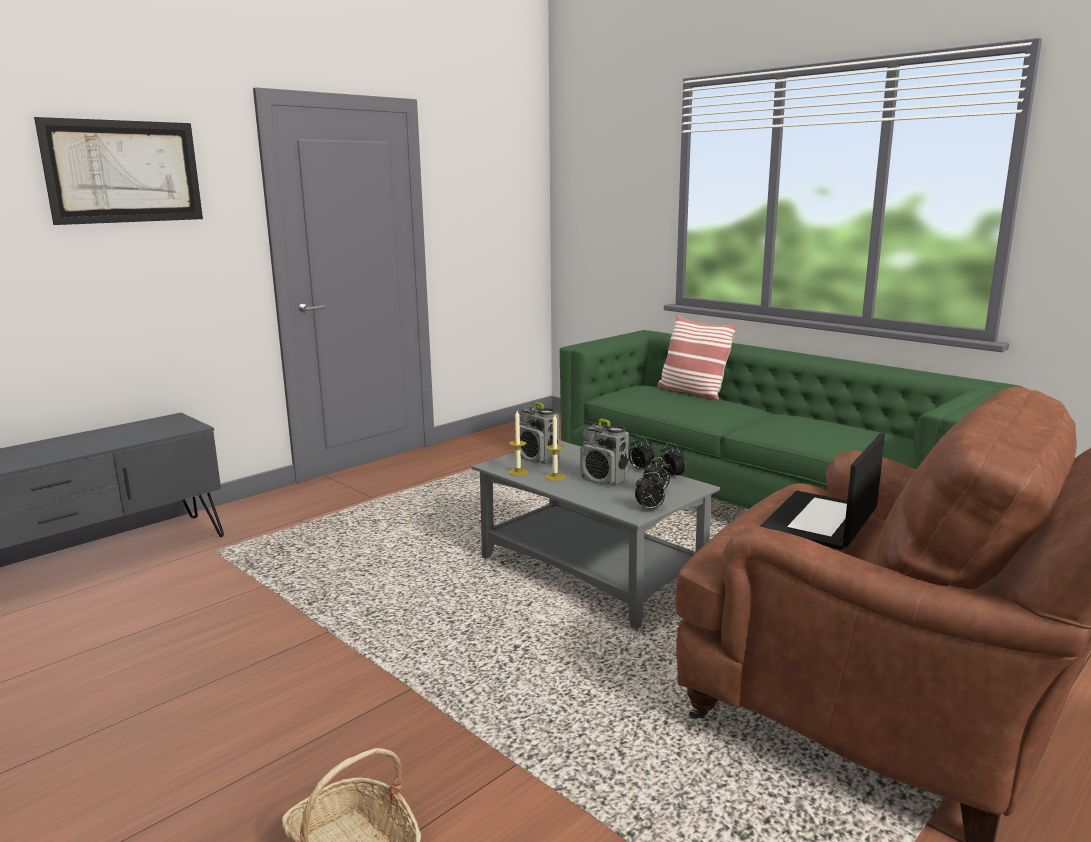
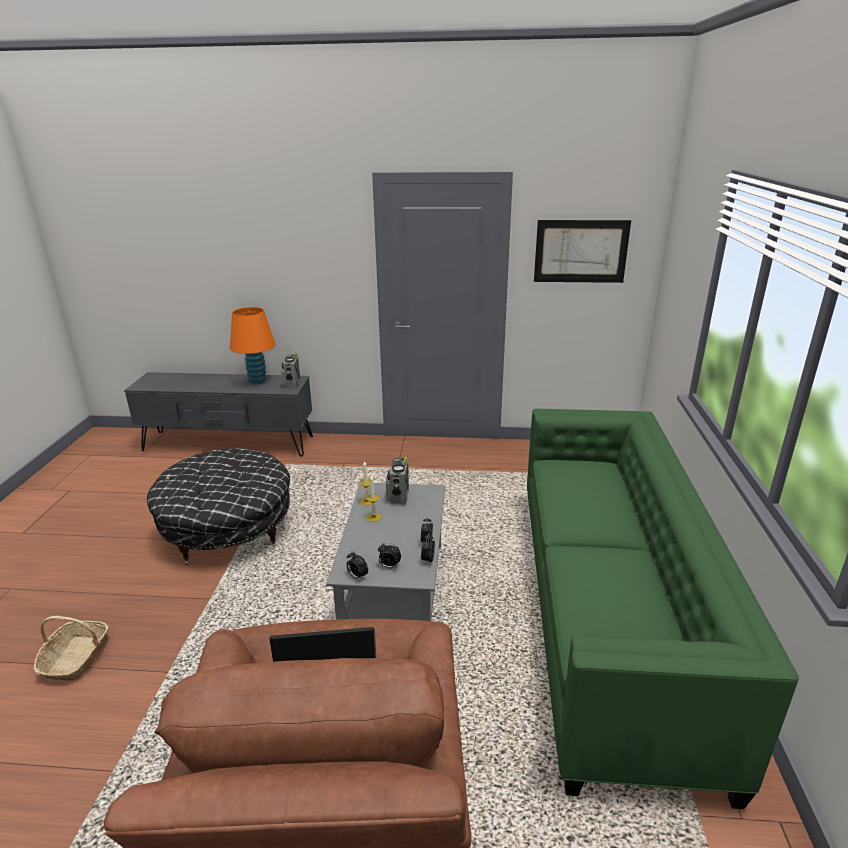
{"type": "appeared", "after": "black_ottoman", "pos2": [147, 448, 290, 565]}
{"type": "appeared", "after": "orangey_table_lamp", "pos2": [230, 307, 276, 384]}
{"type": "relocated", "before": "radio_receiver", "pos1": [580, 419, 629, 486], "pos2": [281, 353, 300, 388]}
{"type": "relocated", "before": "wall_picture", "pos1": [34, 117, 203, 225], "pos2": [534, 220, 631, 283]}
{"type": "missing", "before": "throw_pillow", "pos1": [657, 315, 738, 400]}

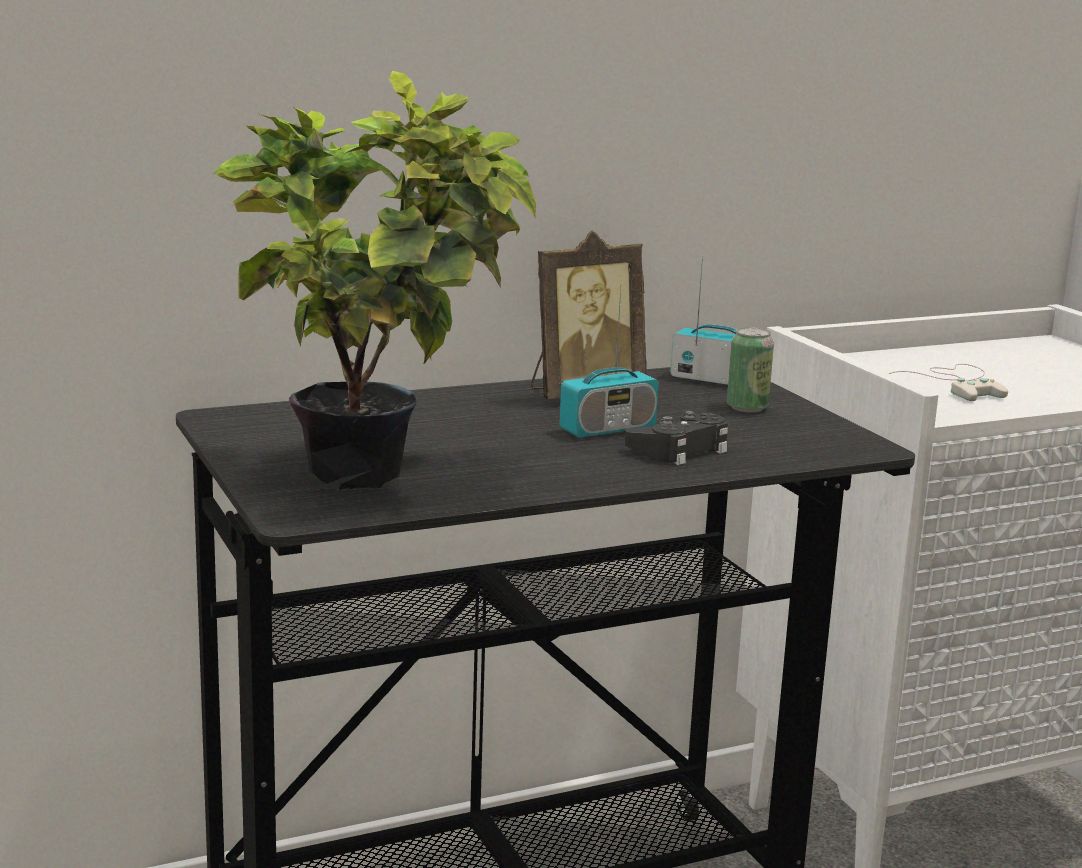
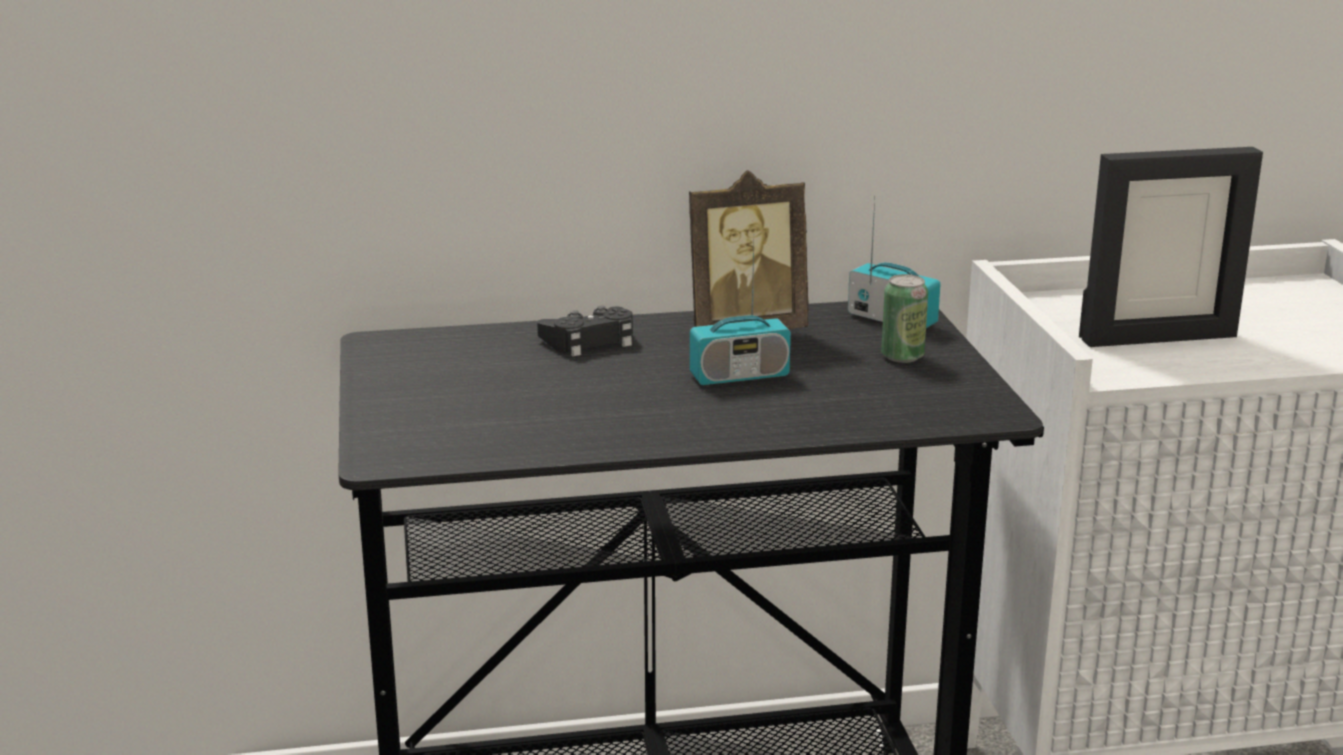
{"type": "relocated", "before": "black_game_controller", "pos1": [625, 411, 728, 465], "pos2": [537, 306, 633, 357]}
{"type": "exchanged", "before": "white_game_controller", "after": "photo_frame", "pos1": [888, 364, 1008, 401], "pos2": [1079, 147, 1263, 347]}
{"type": "missing", "before": "plant_in_a_pot", "pos1": [213, 71, 536, 490]}

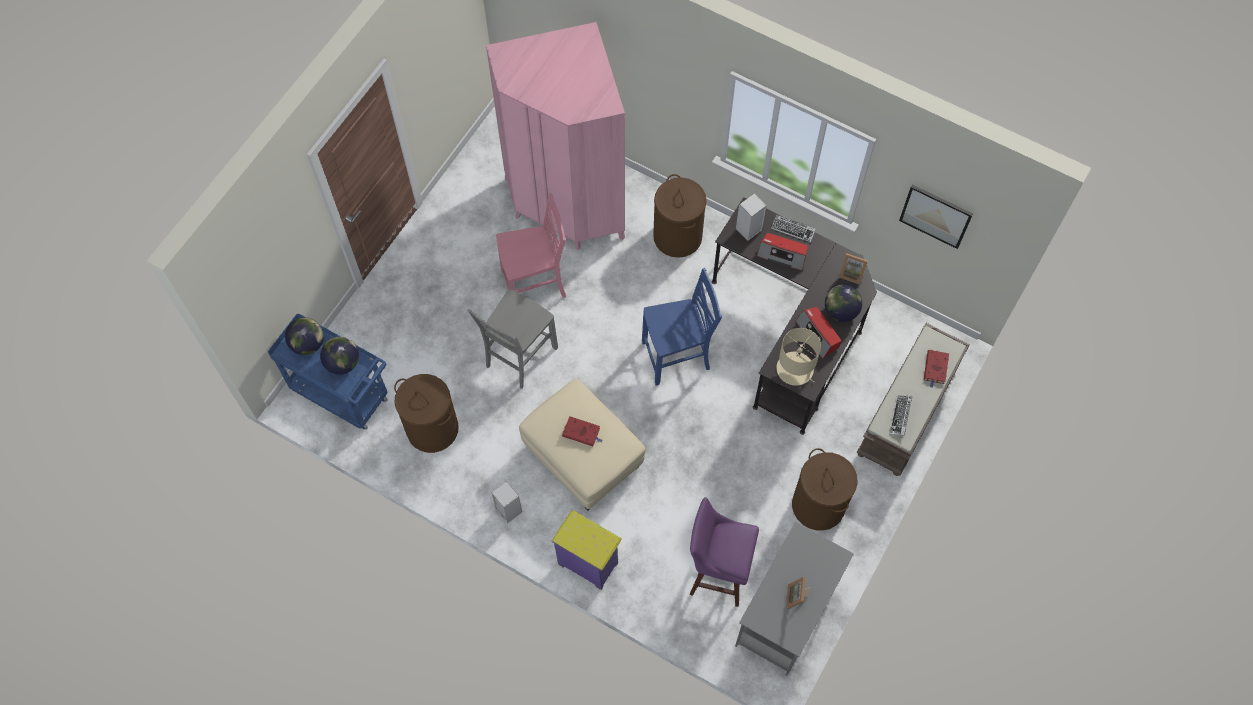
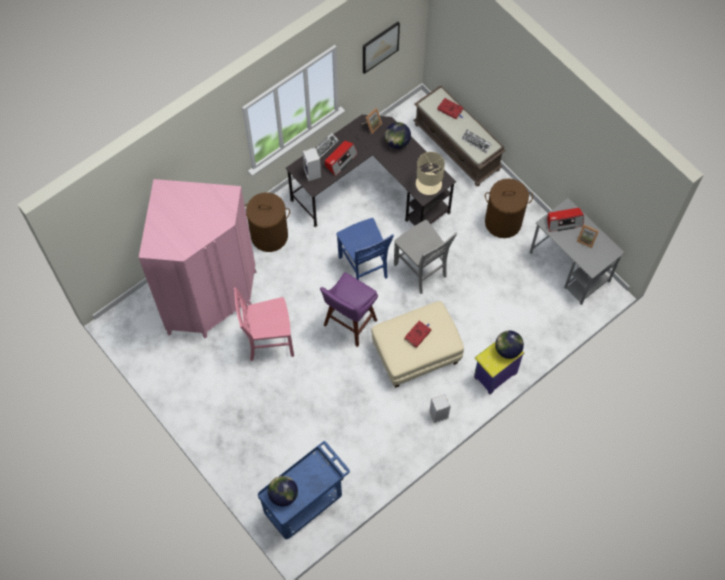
{"type": "spun", "before": "pink_upright_chair", "pos1": [496, 193, 566, 298], "pos2": [234, 288, 294, 361], "turn": -105}
{"type": "relocated", "before": "purplish_sitting_stool", "pos1": [690, 497, 759, 607], "pos2": [320, 272, 378, 347]}
{"type": "spun", "before": "blue-coloured_upright_chair", "pos1": [642, 268, 722, 385], "pos2": [336, 218, 394, 280], "turn": 150}
{"type": "relocated", "before": "greyish_upright_chair", "pos1": [468, 289, 558, 389], "pos2": [394, 220, 457, 294]}
{"type": "relocated", "before": "desk_globe", "pos1": [320, 337, 359, 375], "pos2": [495, 331, 524, 359]}
{"type": "relocated", "before": "radio_receiver", "pos1": [796, 307, 842, 359], "pos2": [547, 208, 584, 232]}
{"type": "missing", "before": "brown-coloured_laundry_basket", "pos1": [394, 374, 459, 453]}

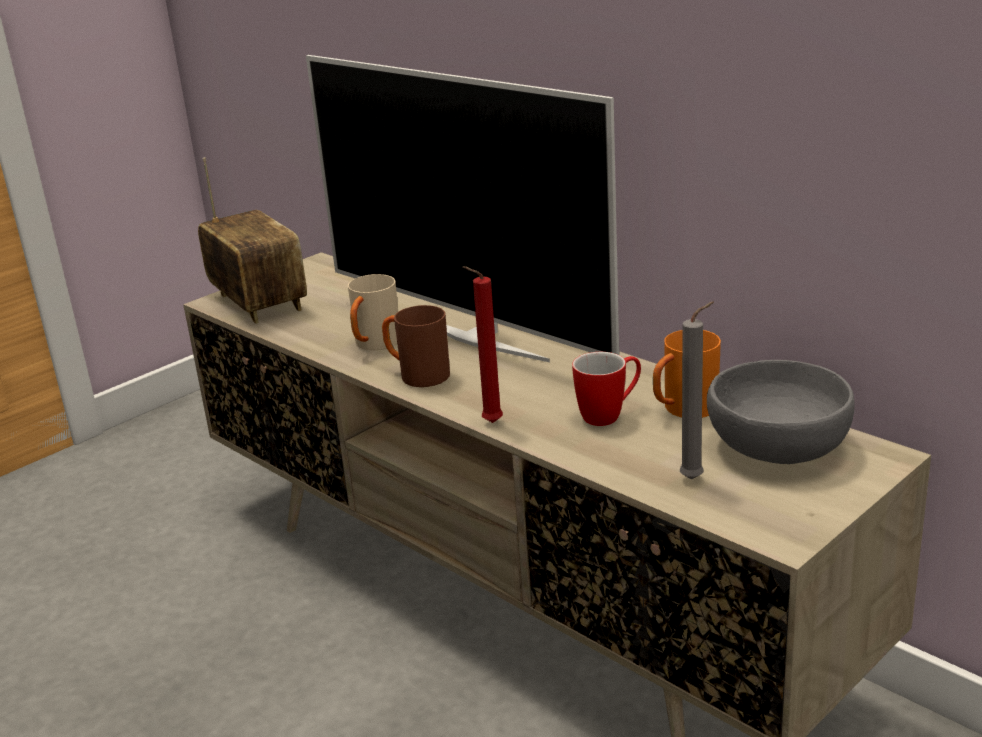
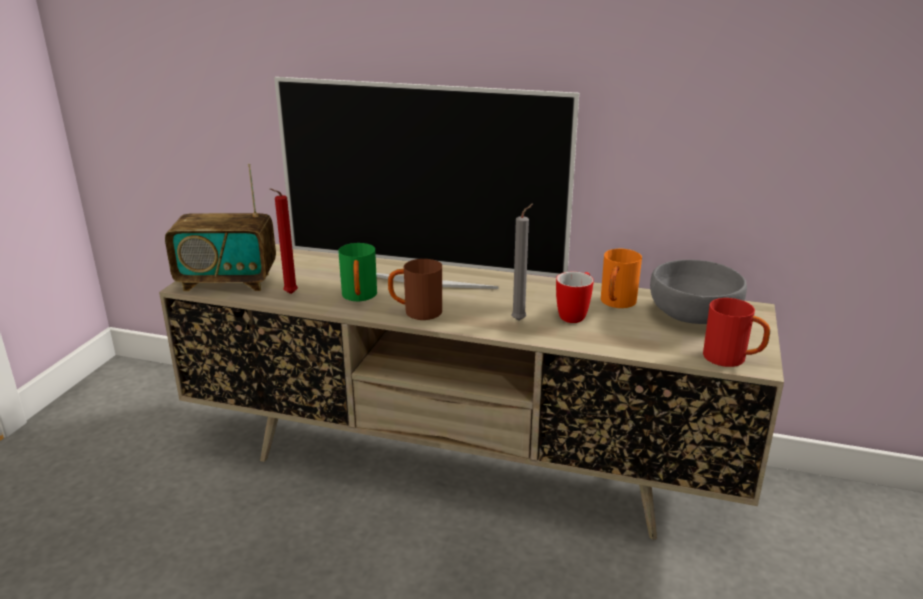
{"type": "spun", "before": "radio_receiver", "pos1": [198, 158, 307, 324], "pos2": [165, 164, 276, 291], "turn": 150}
{"type": "relocated", "before": "red_wax_light", "pos1": [463, 266, 503, 423], "pos2": [270, 188, 298, 294]}
{"type": "colour", "before": "sand-coloured_coffee_mug", "after": "green-coloured_coffee_mug", "pos1": [348, 274, 398, 350], "pos2": [338, 243, 377, 301]}
{"type": "relocated", "before": "greyish_wax_light", "pos1": [680, 302, 714, 479], "pos2": [511, 204, 533, 321]}
{"type": "appeared", "after": "red_coffee_mug", "pos2": [703, 298, 770, 367]}

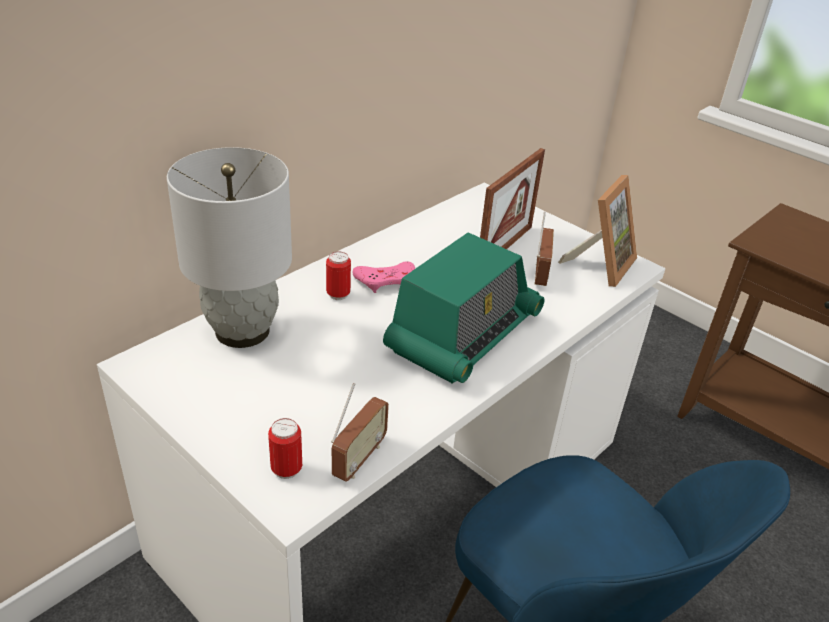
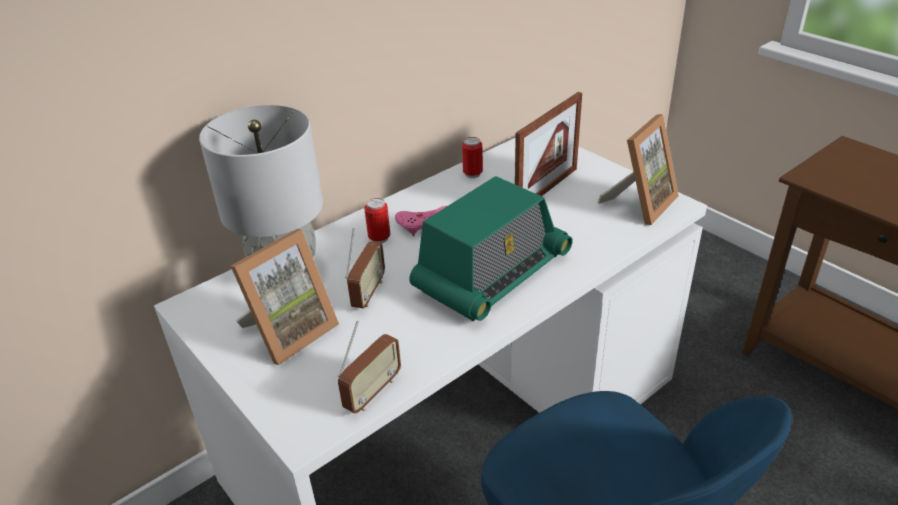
{"type": "appeared", "after": "photo_frame", "pos2": [231, 229, 339, 365]}
{"type": "relocated", "before": "radio_receiver", "pos1": [534, 212, 554, 286], "pos2": [346, 228, 385, 308]}
{"type": "relocated", "before": "sealed_can", "pos1": [268, 418, 302, 479], "pos2": [462, 137, 483, 178]}

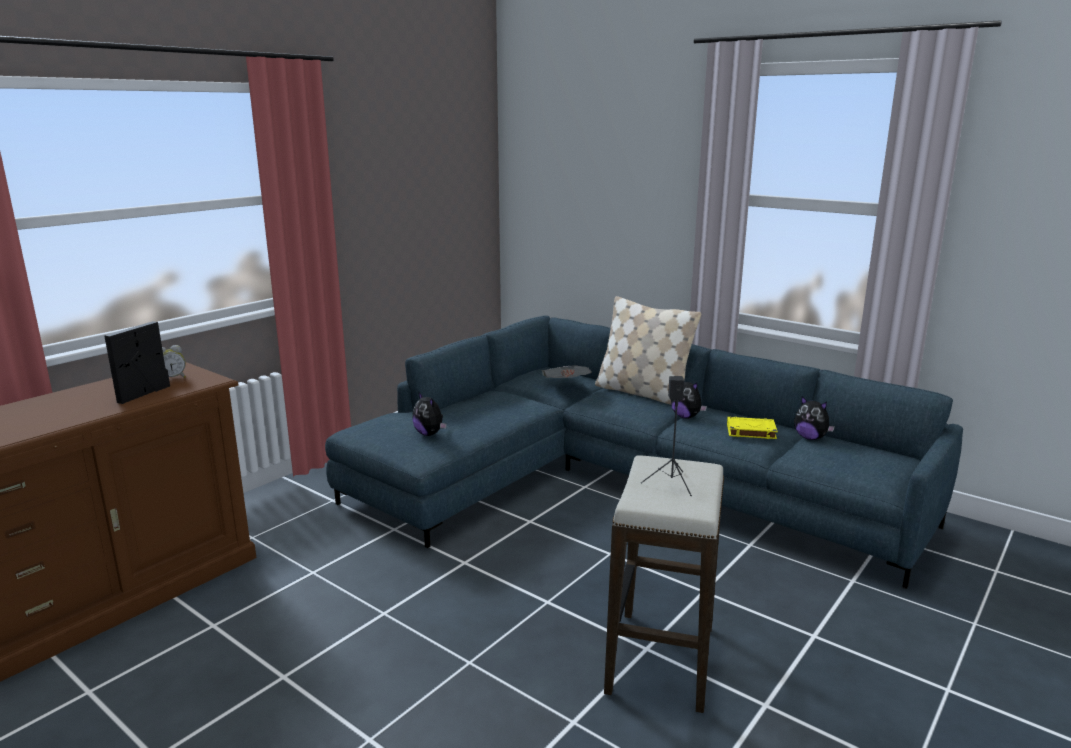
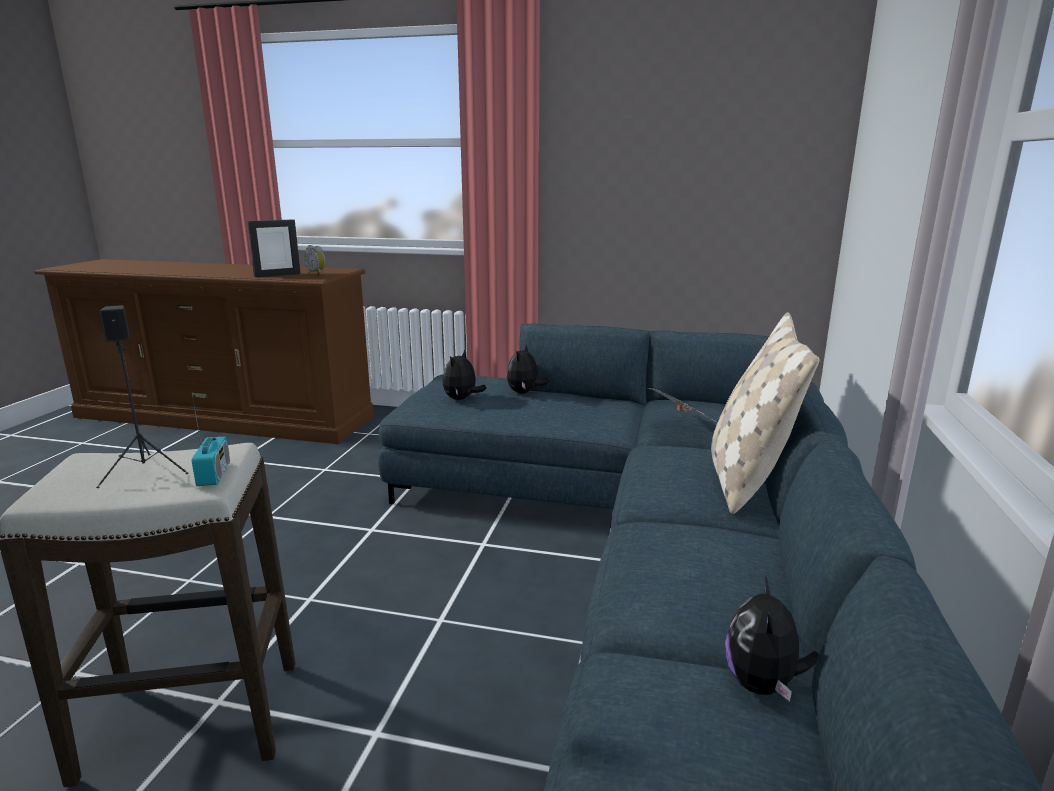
{"type": "appeared", "after": "radio_receiver", "pos2": [192, 395, 230, 486]}
{"type": "spun", "before": "photo_frame", "pos1": [104, 321, 170, 404], "pos2": [247, 219, 301, 277], "turn": 150}
{"type": "relocated", "before": "cuddly_toy", "pos1": [671, 382, 707, 419], "pos2": [507, 345, 549, 394]}
{"type": "missing", "before": "yellow_volume", "pos1": [727, 417, 778, 439]}

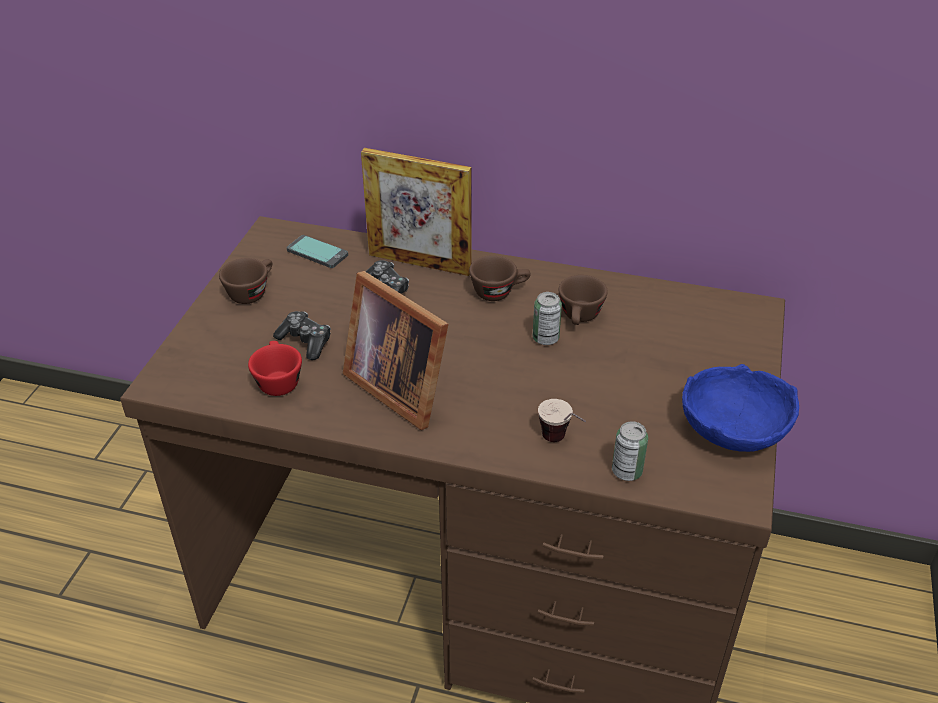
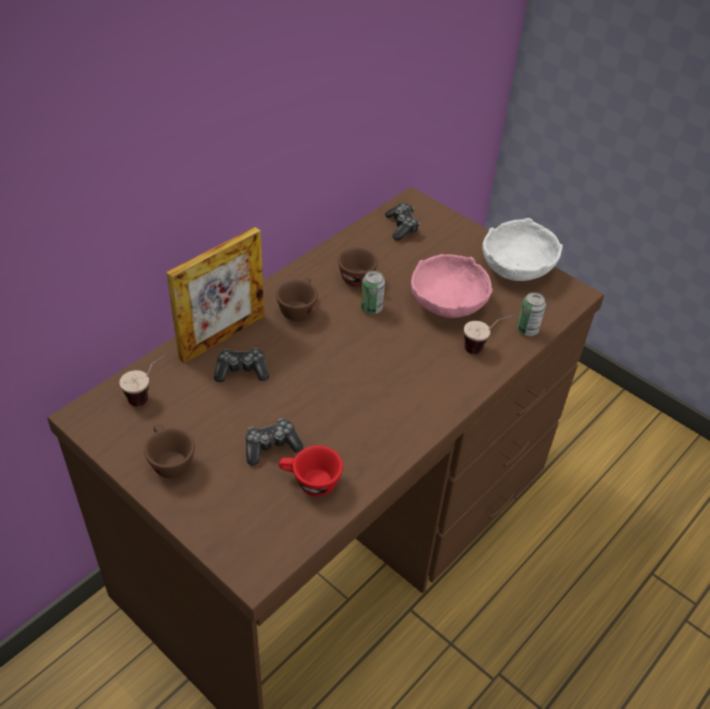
{"type": "exchanged", "before": "handset", "after": "small_cup", "pos1": [286, 235, 348, 268], "pos2": [119, 353, 168, 406]}
{"type": "appeared", "after": "game_controller", "pos2": [385, 203, 420, 240]}
{"type": "appeared", "after": "pink_serving_bowl", "pos2": [411, 254, 493, 318]}
{"type": "colour", "before": "blue-coloured_serving_bowl", "after": "white_serving_bowl", "pos1": [682, 364, 799, 452], "pos2": [482, 218, 563, 281]}
{"type": "missing", "before": "photo_frame", "pos1": [343, 271, 449, 430]}

